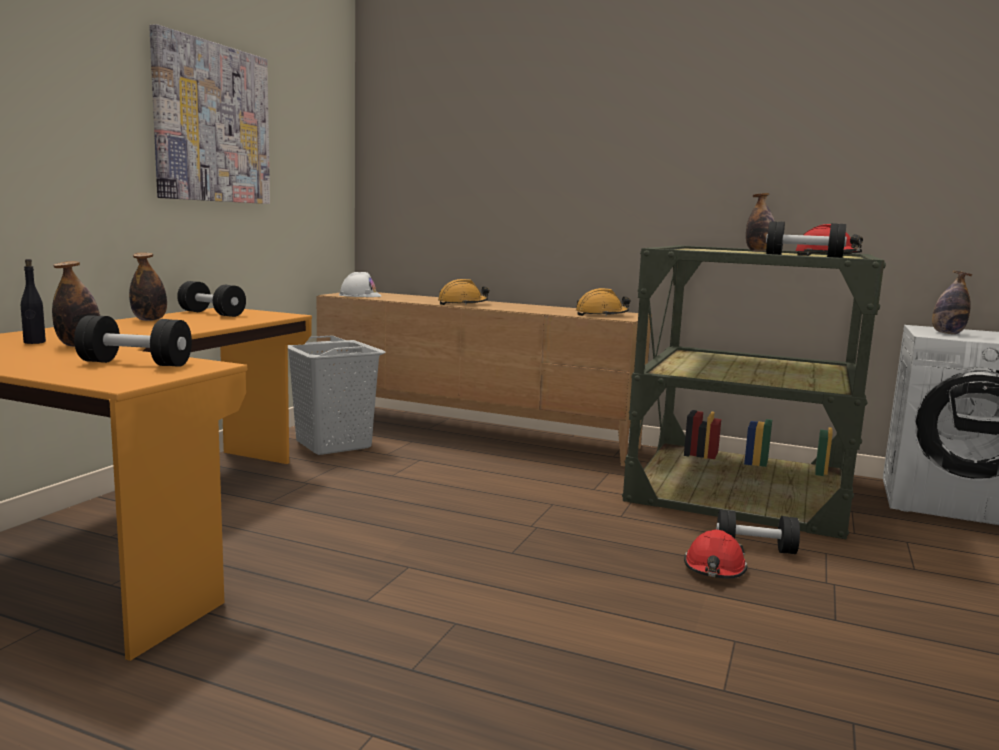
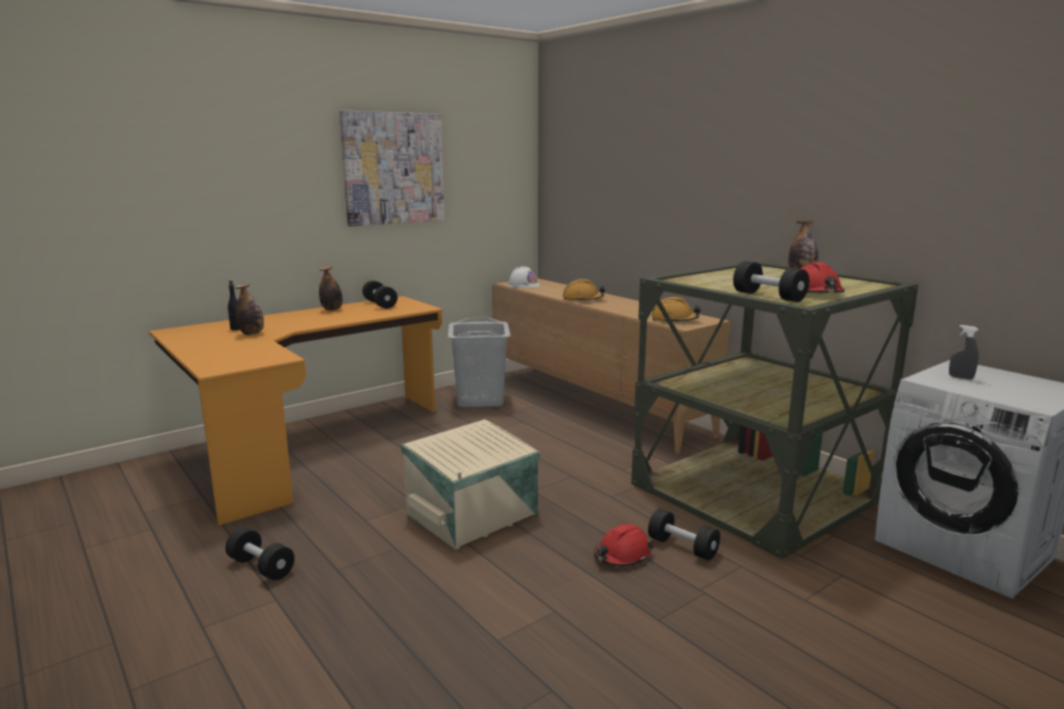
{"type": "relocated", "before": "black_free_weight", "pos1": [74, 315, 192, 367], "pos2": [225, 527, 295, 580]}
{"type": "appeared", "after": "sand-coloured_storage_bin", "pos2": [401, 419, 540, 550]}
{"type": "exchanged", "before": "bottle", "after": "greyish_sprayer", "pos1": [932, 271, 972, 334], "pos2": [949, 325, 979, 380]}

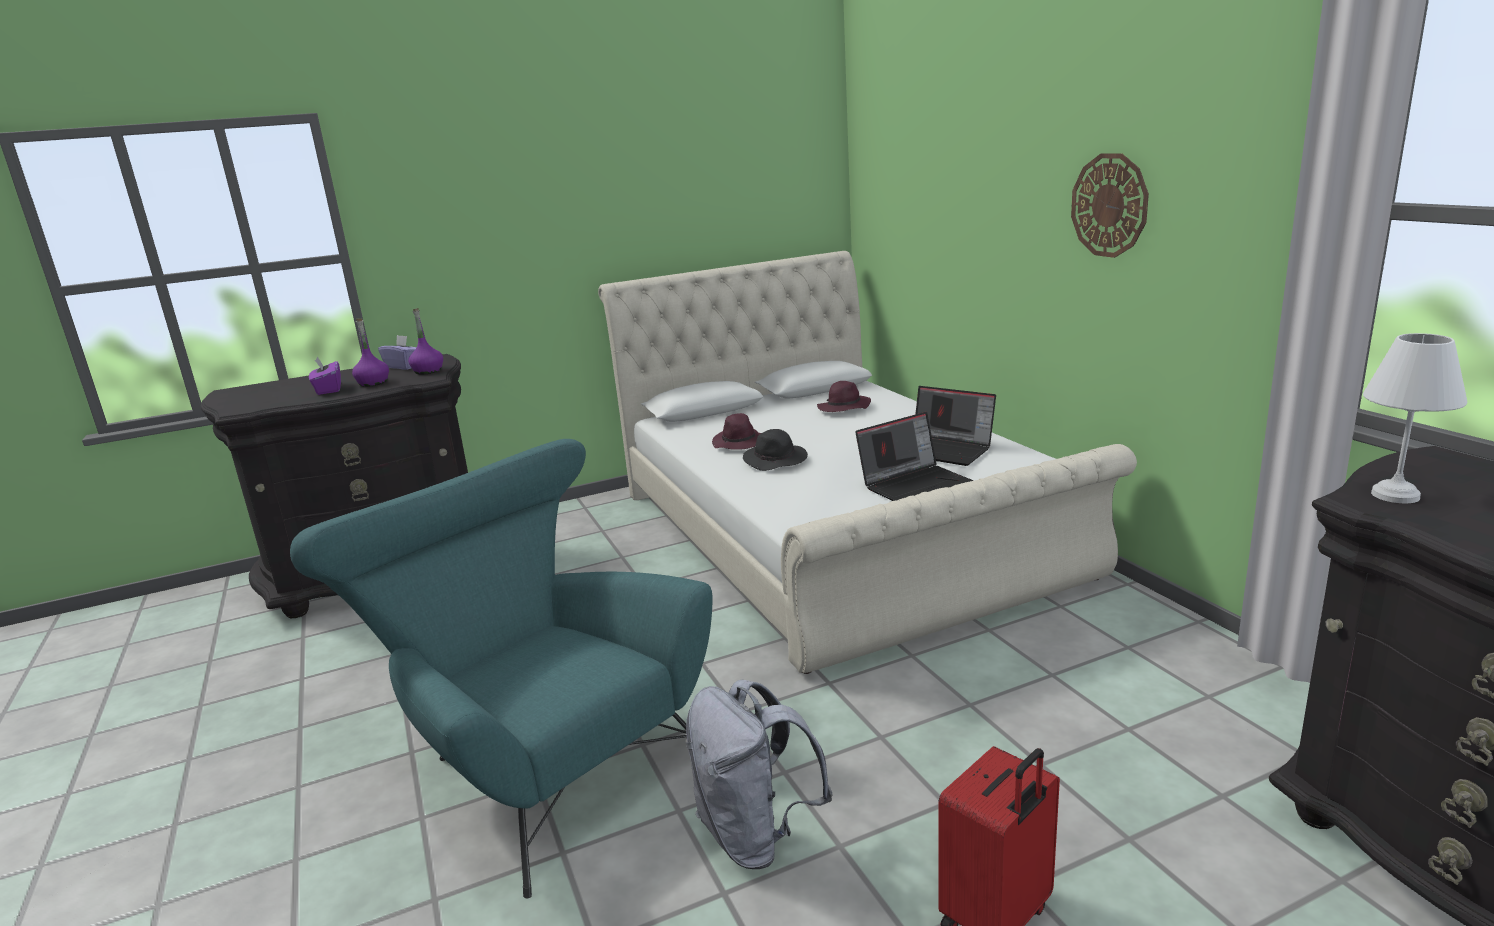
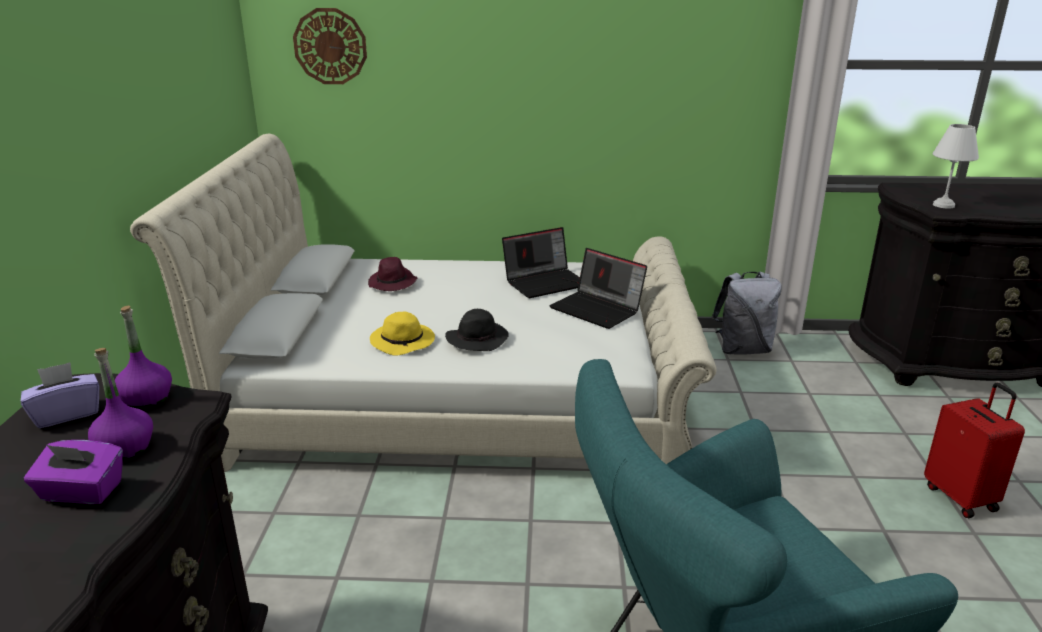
{"type": "relocated", "before": "wall_clock", "pos1": [1071, 153, 1149, 258], "pos2": [293, 8, 367, 84]}
{"type": "colour", "before": "purplish_wearable_hat", "after": "yellow_wearable_hat", "pos1": [712, 413, 761, 450], "pos2": [370, 312, 435, 356]}
{"type": "spun", "before": "laptop", "pos1": [855, 412, 974, 501], "pos2": [550, 248, 647, 329], "turn": 135}
{"type": "relocated", "before": "greyish_rucksack", "pos1": [686, 679, 833, 869], "pos2": [712, 272, 782, 355]}

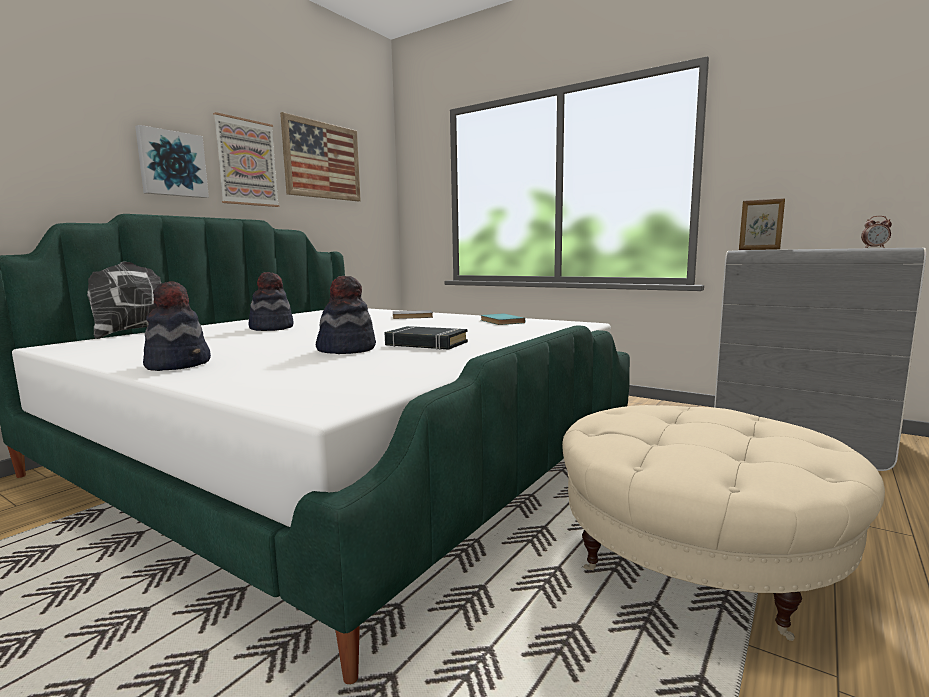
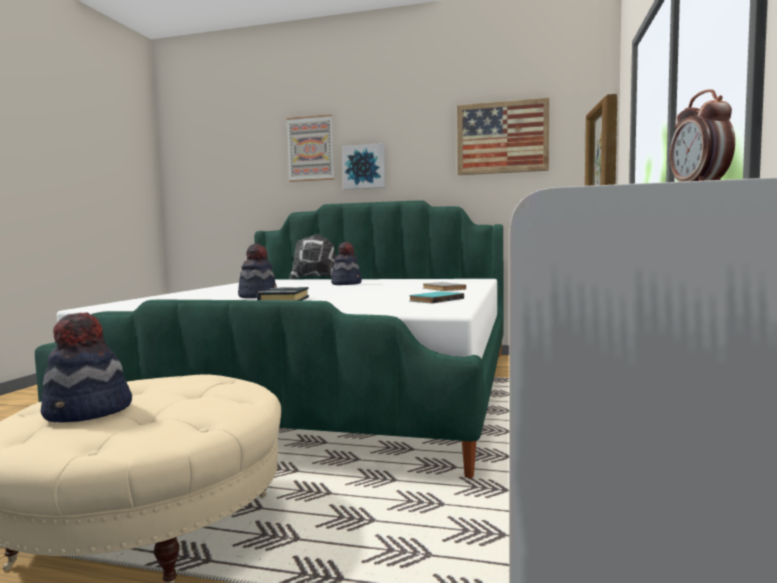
{"type": "relocated", "before": "wearable_hat", "pos1": [143, 282, 211, 371], "pos2": [41, 312, 132, 423]}
{"type": "relocated", "before": "wall_picture", "pos1": [213, 112, 279, 207], "pos2": [287, 114, 334, 182]}

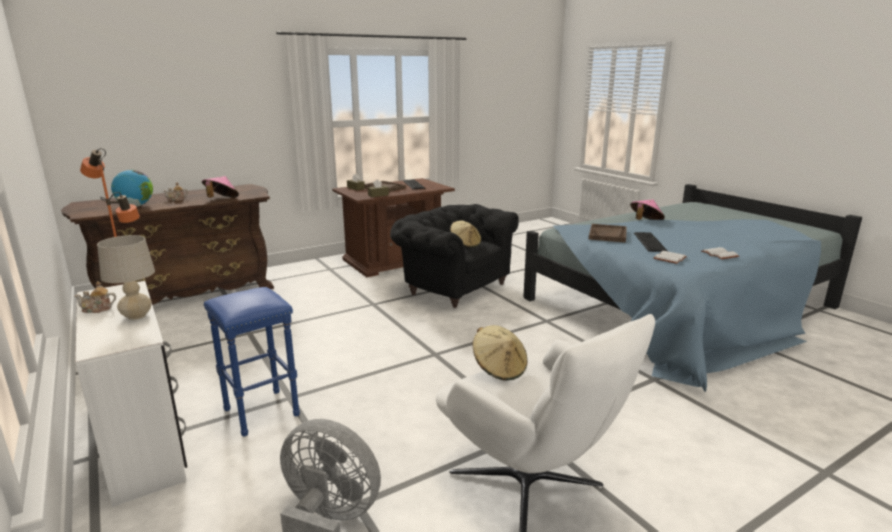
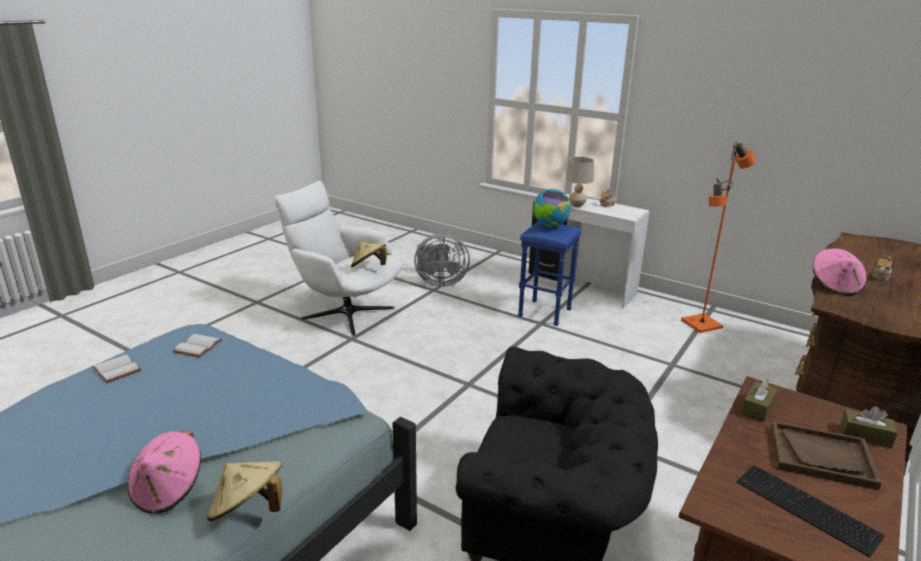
{"type": "relocated", "before": "sand-coloured_wearable_hat", "pos1": [450, 221, 481, 248], "pos2": [207, 461, 283, 521]}
{"type": "relocated", "before": "desk_globe", "pos1": [111, 170, 153, 207], "pos2": [532, 189, 571, 227]}
{"type": "missing", "before": "brown-coloured_carrying_tray", "pos1": [589, 224, 627, 243]}
{"type": "missing", "before": "computer_keyboard", "pos1": [634, 232, 668, 252]}

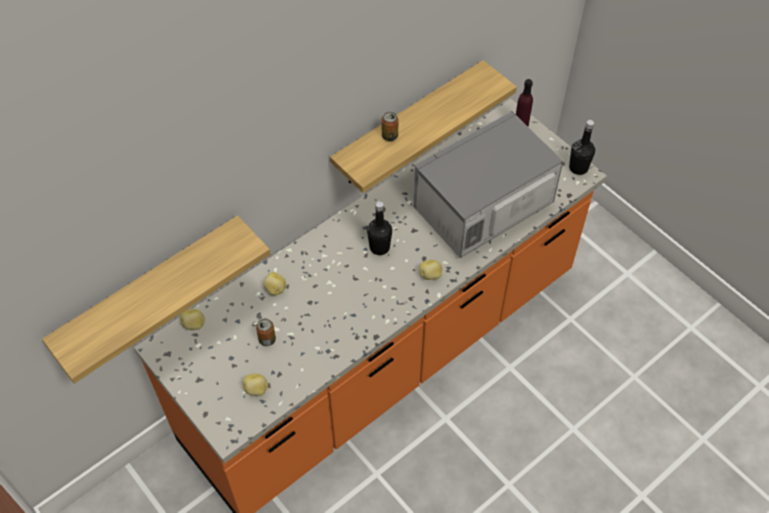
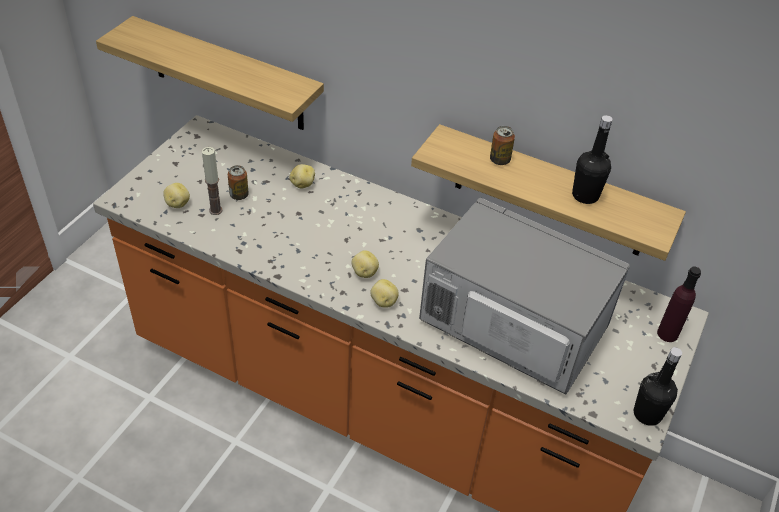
{"type": "appeared", "after": "wax_light", "pos2": [202, 147, 223, 215]}
{"type": "relocated", "before": "potato", "pos1": [180, 309, 205, 330], "pos2": [351, 250, 379, 278]}
{"type": "relocated", "before": "black_bottle", "pos1": [367, 201, 392, 255], "pos2": [572, 115, 613, 204]}

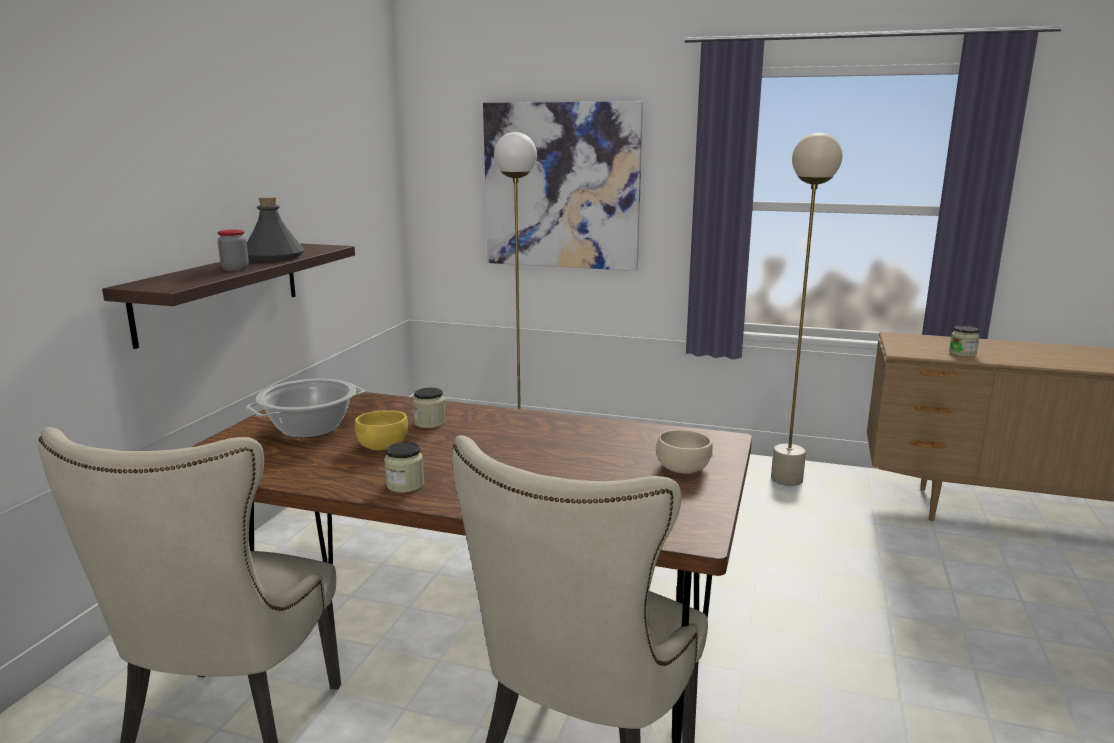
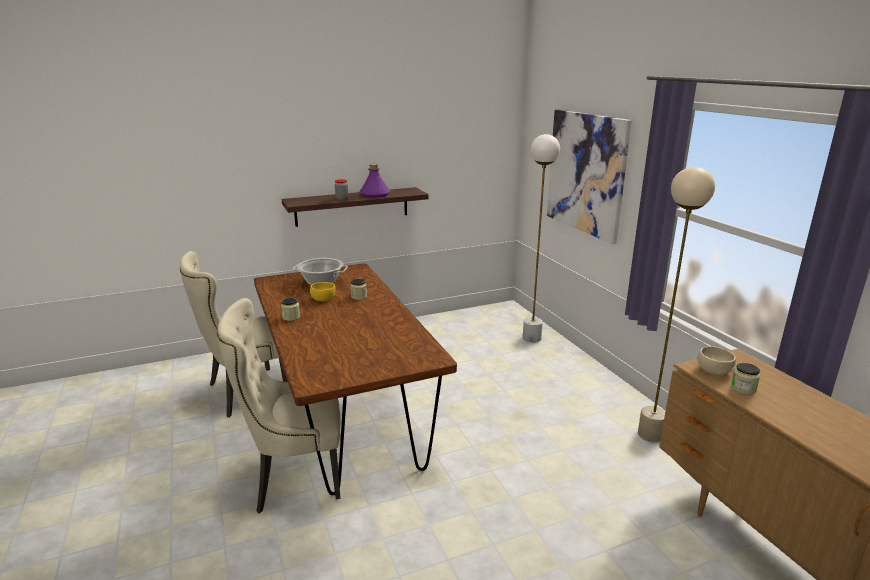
{"type": "colour", "before": "greyish_bottle", "after": "purplish_bottle", "pos1": [247, 197, 305, 262], "pos2": [359, 164, 390, 198]}
{"type": "relocated", "before": "sand-coloured_serving_bowl", "pos1": [656, 430, 713, 474], "pos2": [697, 346, 736, 375]}

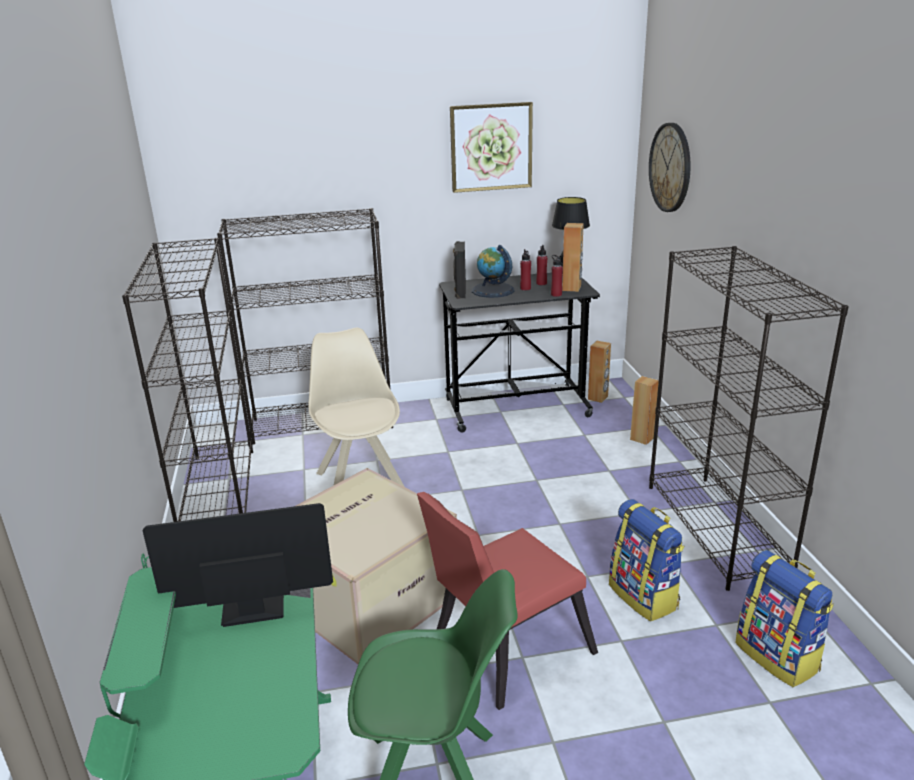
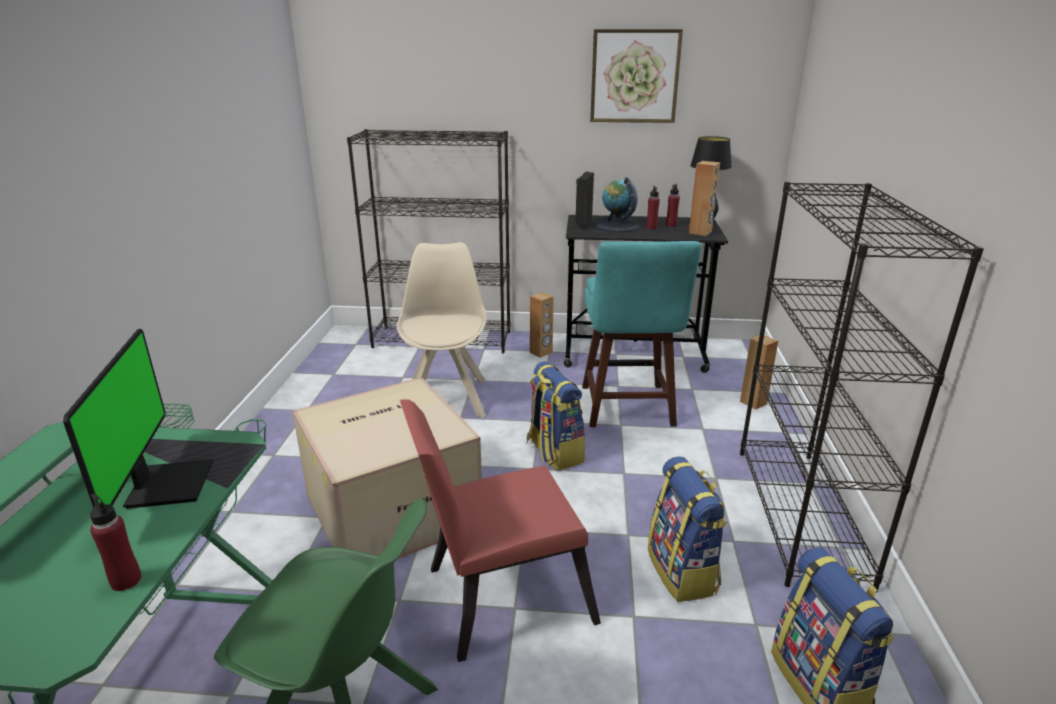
{"type": "spun", "before": "computer_display", "pos1": [143, 503, 333, 627], "pos2": [63, 329, 213, 509], "turn": 75}
{"type": "relocated", "before": "red_bottle", "pos1": [551, 255, 563, 297], "pos2": [90, 493, 141, 591]}
{"type": "appeared", "after": "rucksack", "pos2": [527, 361, 585, 470]}
{"type": "relocated", "before": "brown-coloured_audio_speaker", "pos1": [588, 341, 611, 403], "pos2": [530, 292, 554, 358]}
{"type": "appeared", "after": "blue-green_sitting_stool", "pos2": [582, 241, 701, 427]}
{"type": "missing", "before": "black_shelving_unit", "pos1": [122, 238, 253, 522]}
{"type": "missing", "before": "wall_clock", "pos1": [649, 123, 691, 212]}

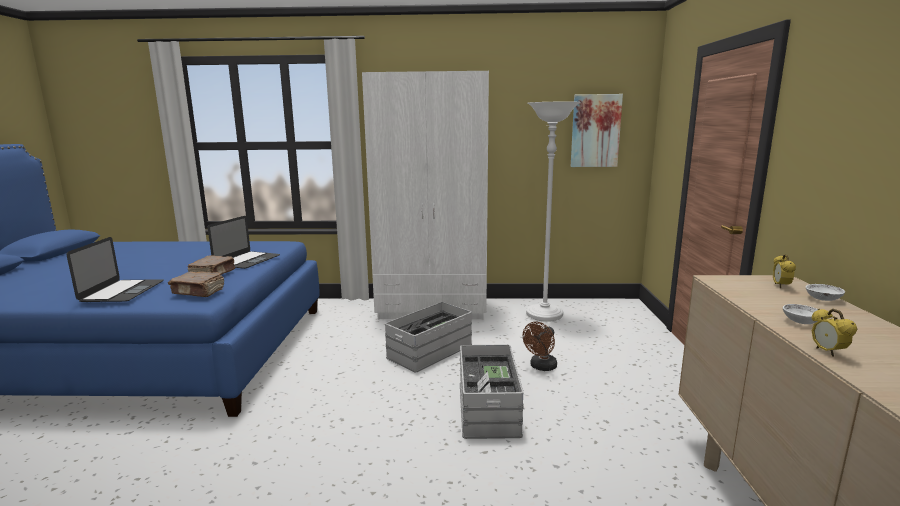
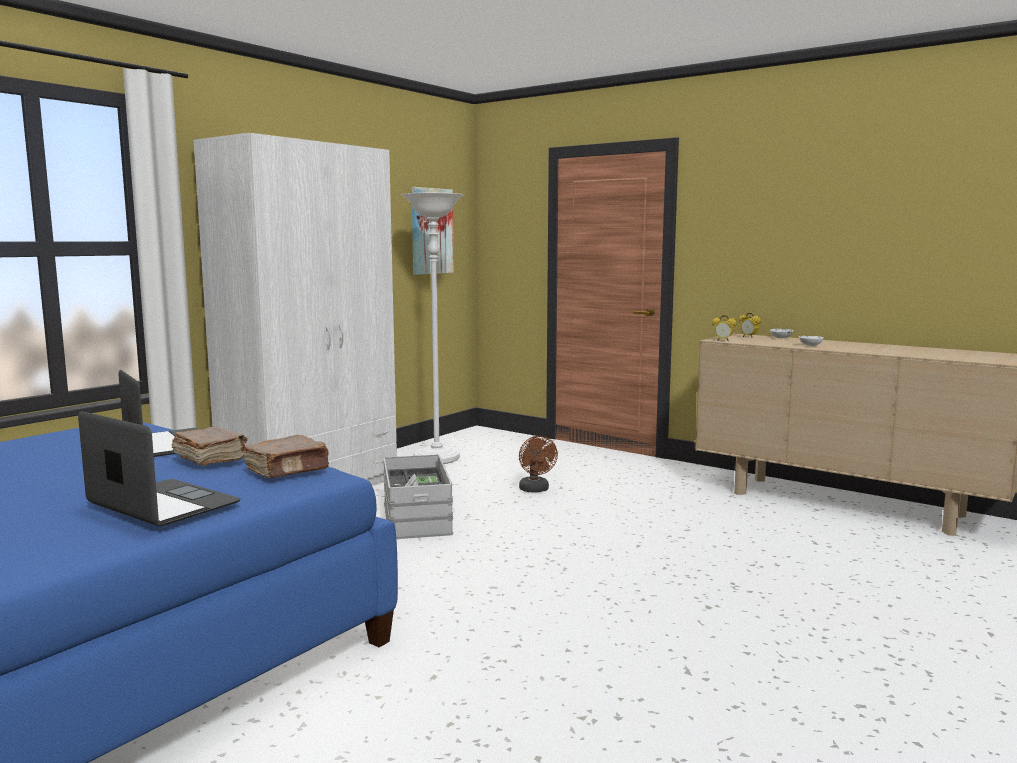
{"type": "relocated", "before": "table_clock", "pos1": [812, 309, 857, 357], "pos2": [712, 315, 737, 341]}
{"type": "missing", "before": "greyish_storage_bin", "pos1": [460, 344, 524, 439]}

